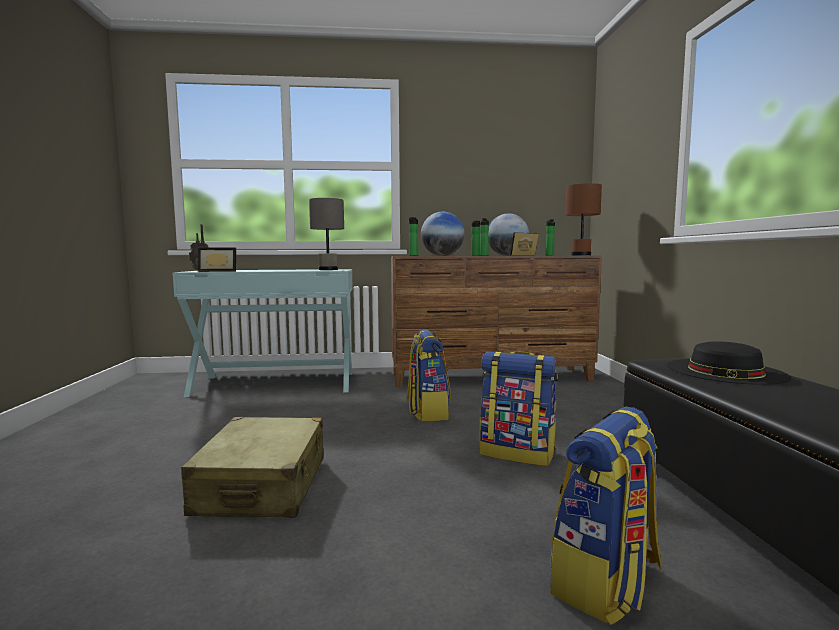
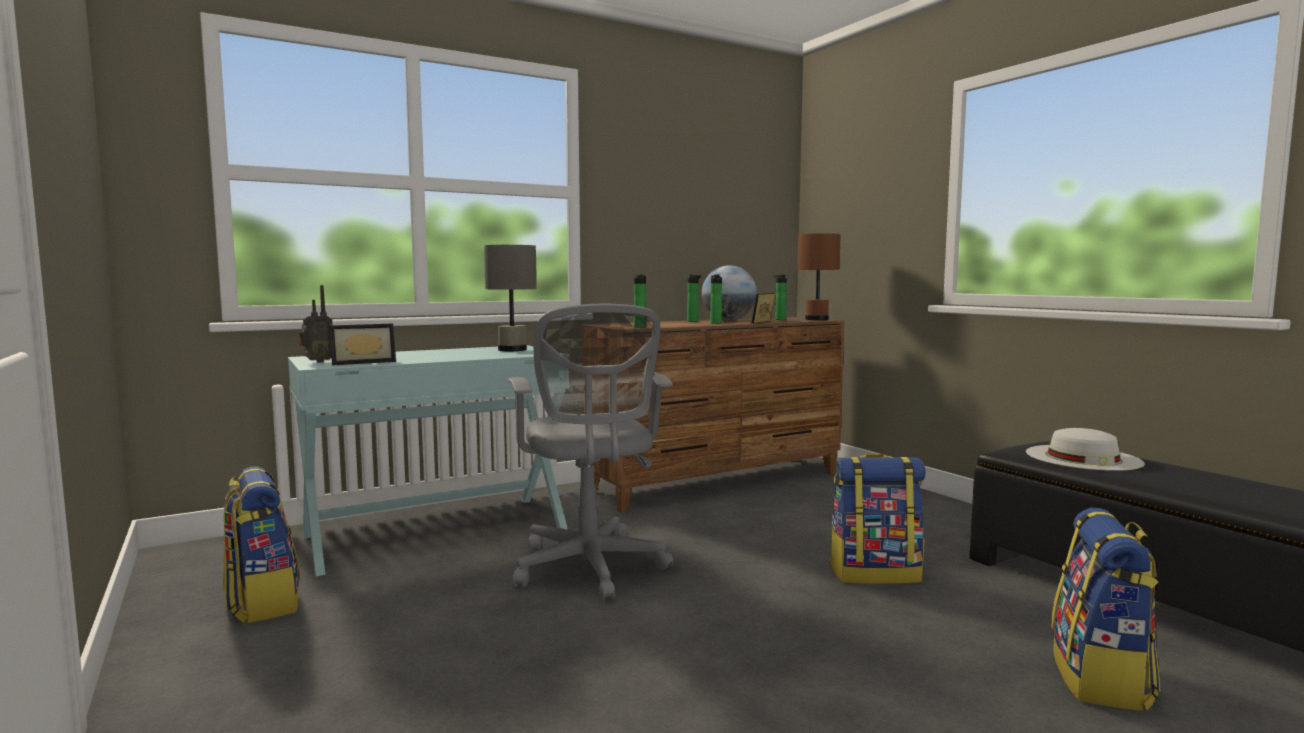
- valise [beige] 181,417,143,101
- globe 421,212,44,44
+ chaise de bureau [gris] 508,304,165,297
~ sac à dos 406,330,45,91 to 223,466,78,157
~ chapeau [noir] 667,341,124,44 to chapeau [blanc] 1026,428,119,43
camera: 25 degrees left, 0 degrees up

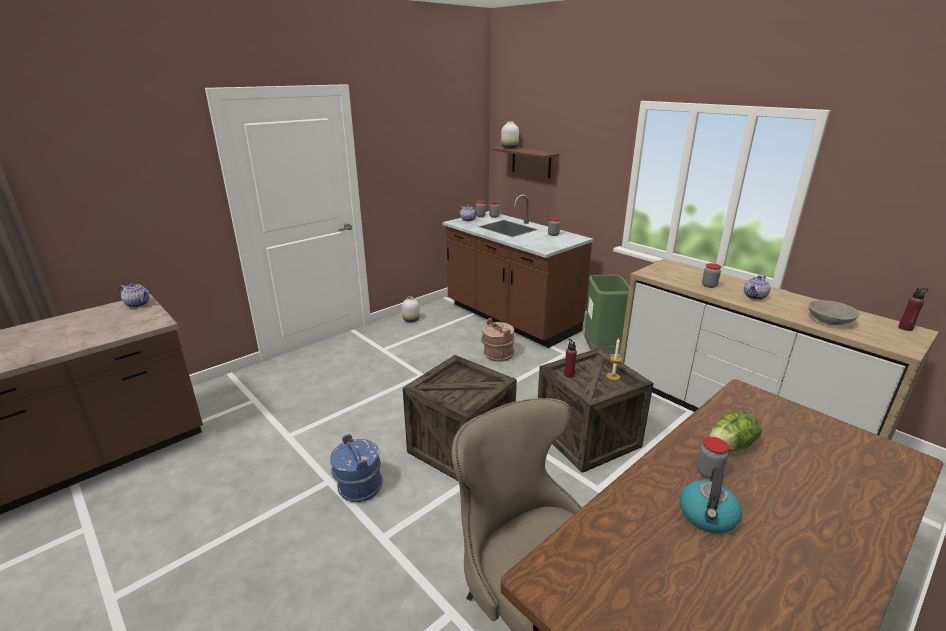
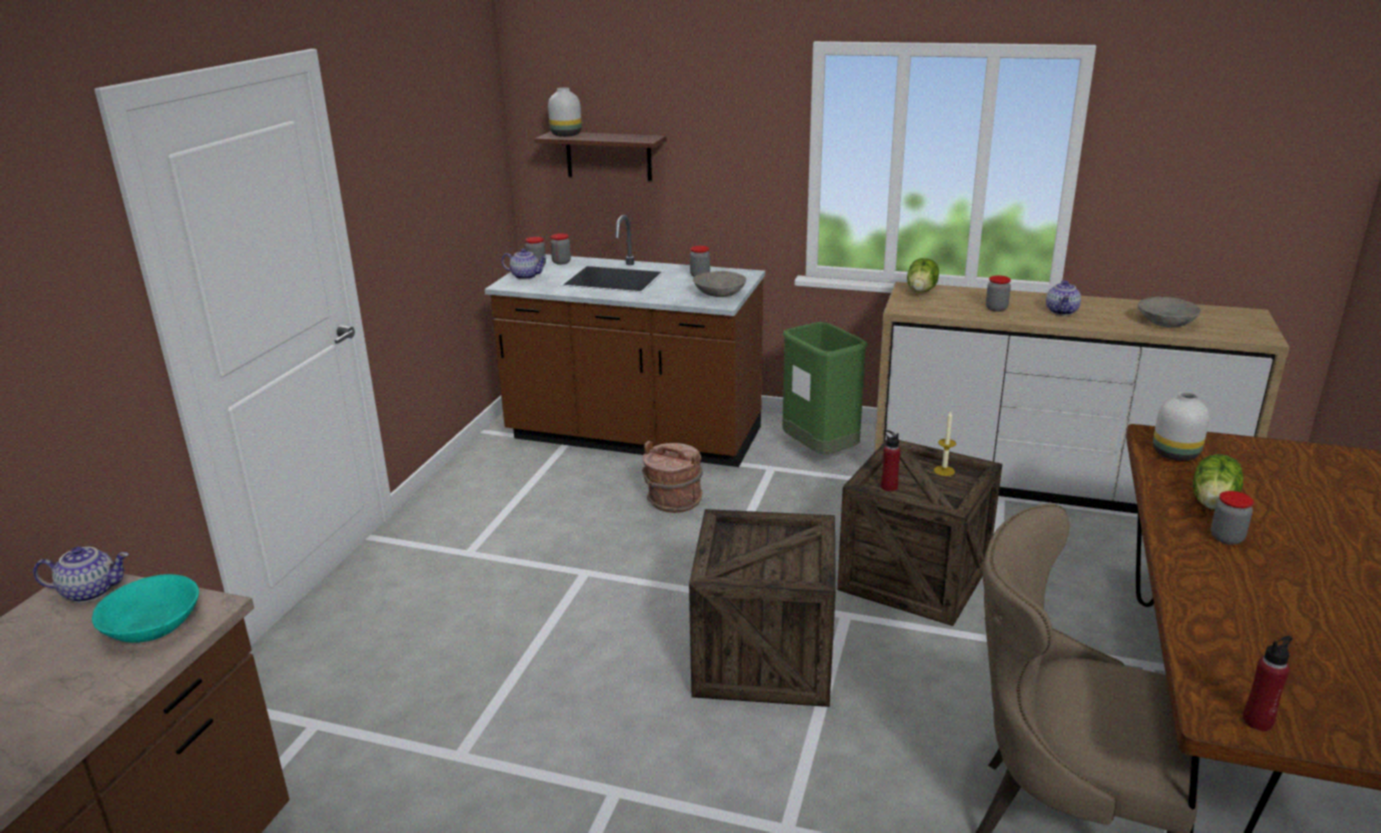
- seau [bleu] 330,434,53,68
- bouilloire 680,468,62,66
+ bol [turquoise] 92,574,107,69
+ bol [gris] 693,271,53,26
+ laitue 907,258,32,35
~ vase [blanc] 402,297,18,25 to 1153,392,57,69
~ bouteille [rouge] 898,288,31,43 to 1243,636,49,95
camera: 30 degrees left, 0 degrees up

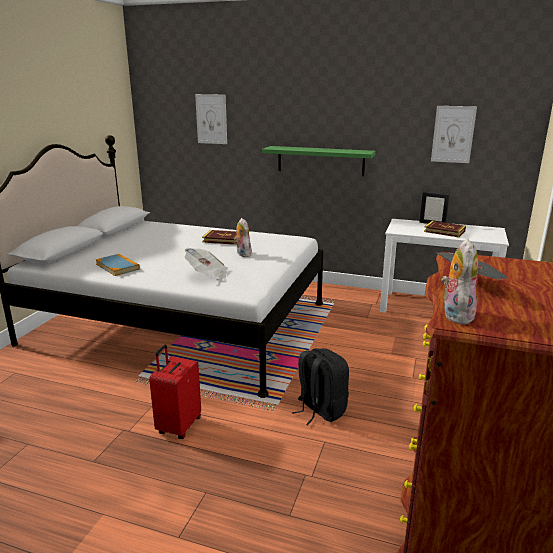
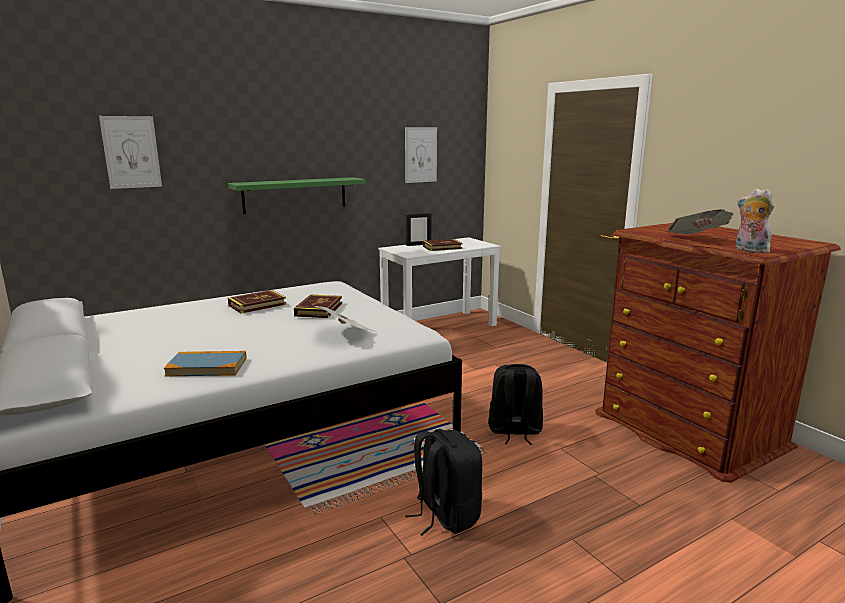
~ valise [rouge] 149,345,52,94 to sac à dos [noir] 405,429,77,107
~ peluche 235,218,17,39 to livre 294,295,48,23
camera: 50 degrees left, 5 degrees down

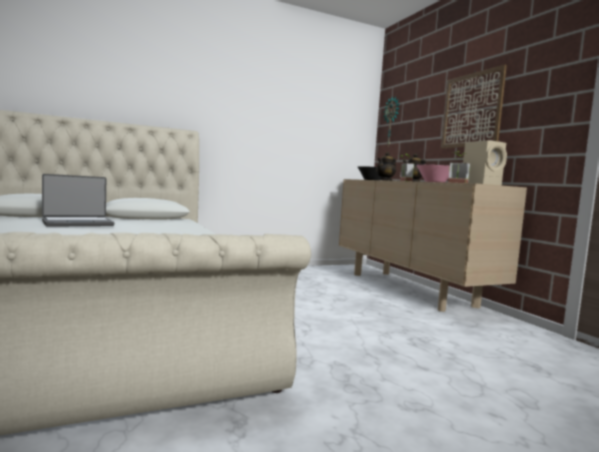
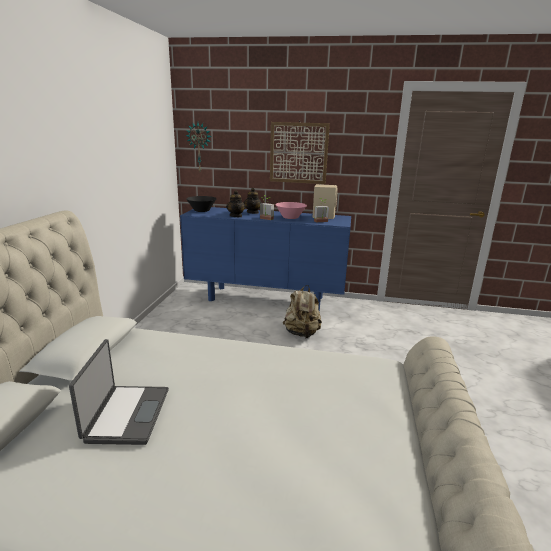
+ sac à dos [beige] 283,285,39,53
~ commode [beige] 339,179,188,133 to commode [bleu] 180,207,171,105
camera: 55 degrees left, 15 degrees up

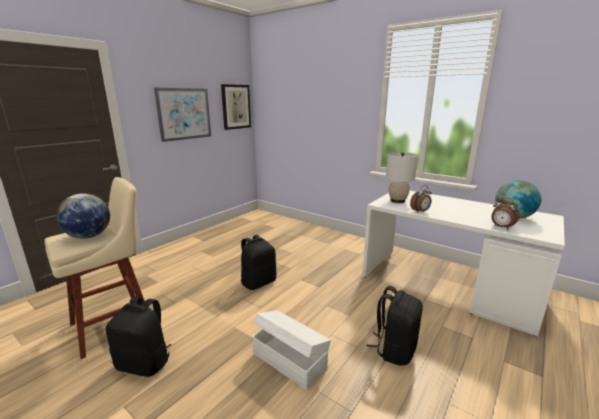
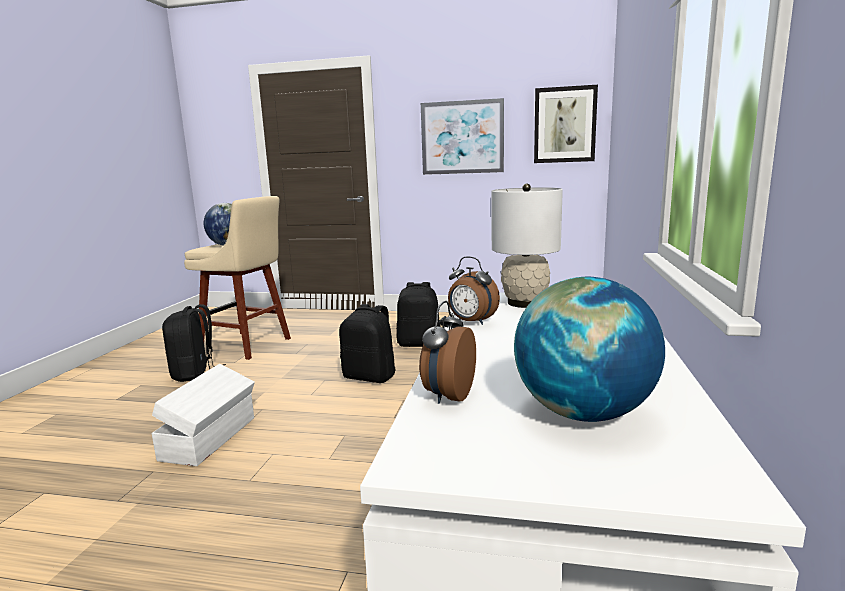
~ sac à dos [noir] 366,286,57,79 to 396,282,45,65
camera: 65 degrees right, 5 degrees down

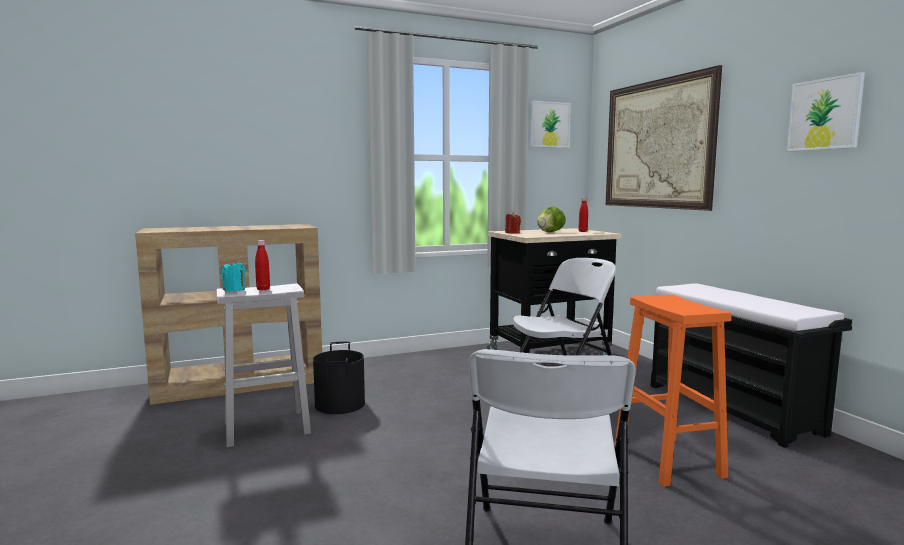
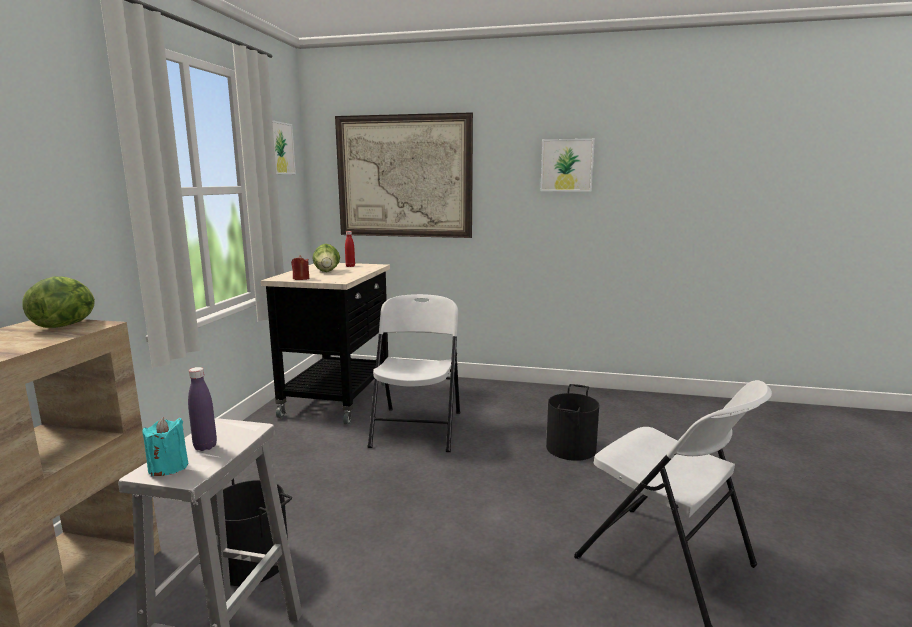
- banc [noir] 651,283,201,165
+ laitue 23,276,72,52
~ tabouret [orange] 615,295,117,192 to seau [noir] 546,384,53,77
~ bouteille [rouge] 255,240,15,50 to bouteille [violet] 188,367,29,84
camera: 55 degrees left, 5 degrees up

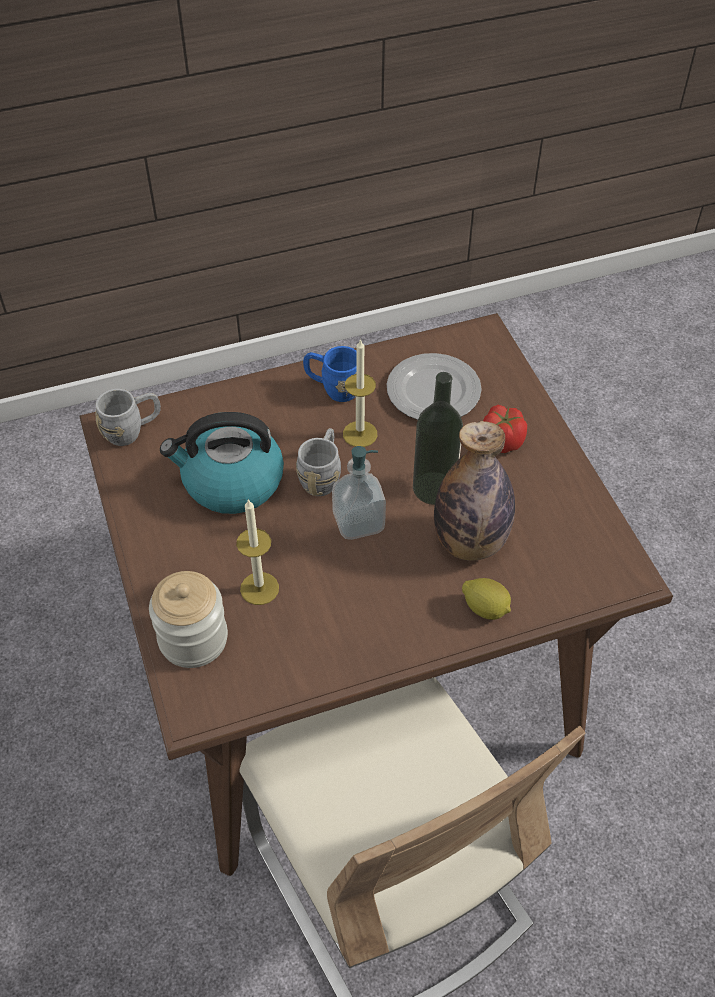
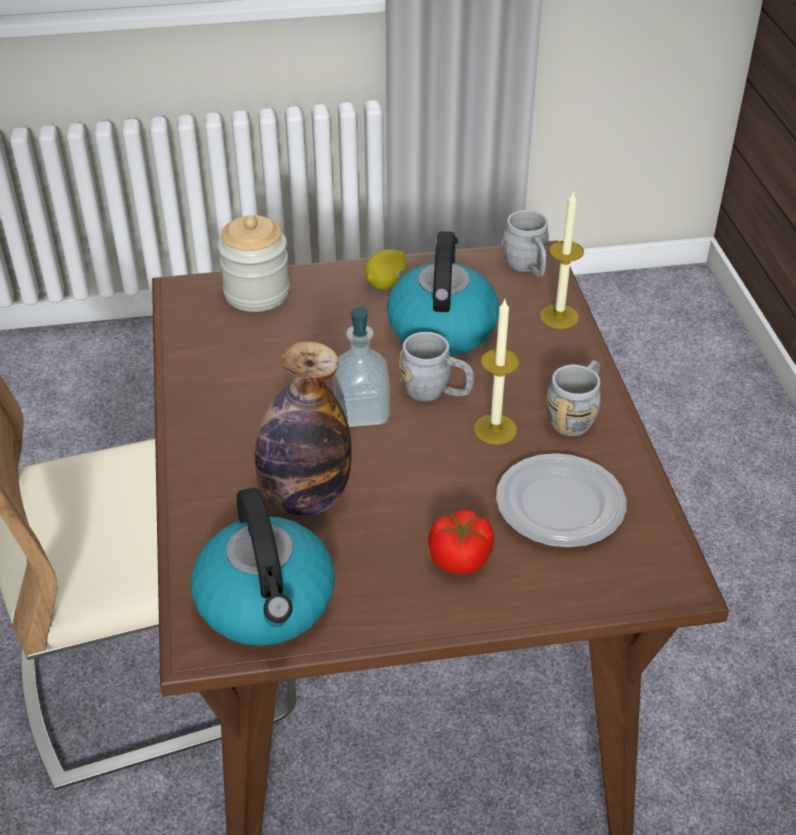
- bouteille 413,372,50,133
+ bouilloire 191,488,144,158
~ bougie 236,499,43,106 to 540,190,44,139
~ citron 462,578,49,42 to 365,249,41,41
~ mug [bleu] 303,346,53,56 to mug [gris] 546,360,55,76
camera: 100 degrees right, 10 degrees down

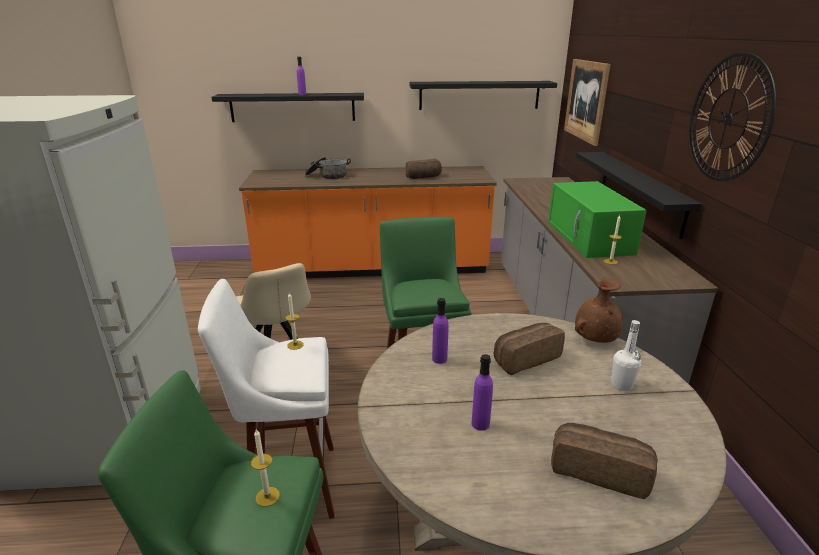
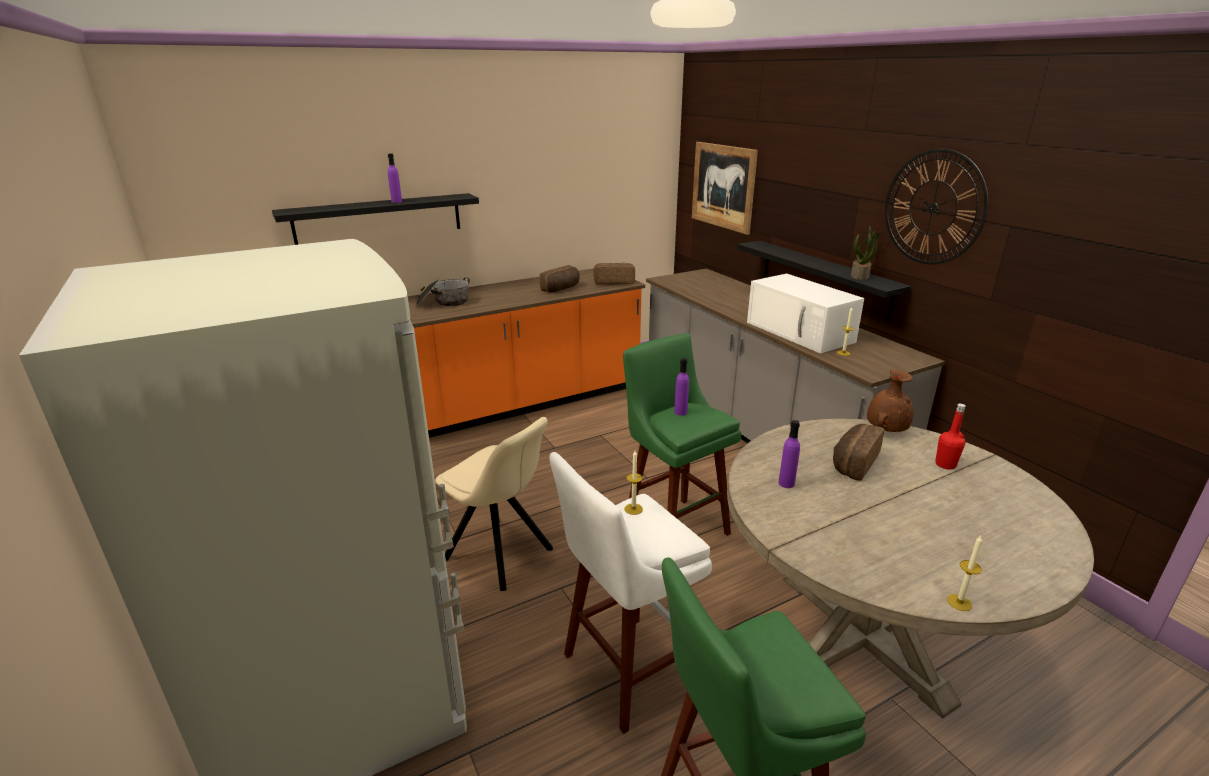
- étagère [noir] 410,81,147,29
+ plante en pot 851,226,32,54
~ bougie 251,429,29,78 to 947,536,35,75
~ bouteille [violet] 471,354,22,77 to 674,358,15,58
~ pain 551,423,107,76 to 593,263,42,22
~ micro-ondes [vert] 548,181,99,77 to micro-ondes [blanc] 747,273,117,80
~ bouteille [blanc] 611,320,31,71 to bouteille [rouge] 935,403,31,67
camera: 25 degrees left, 0 degrees up

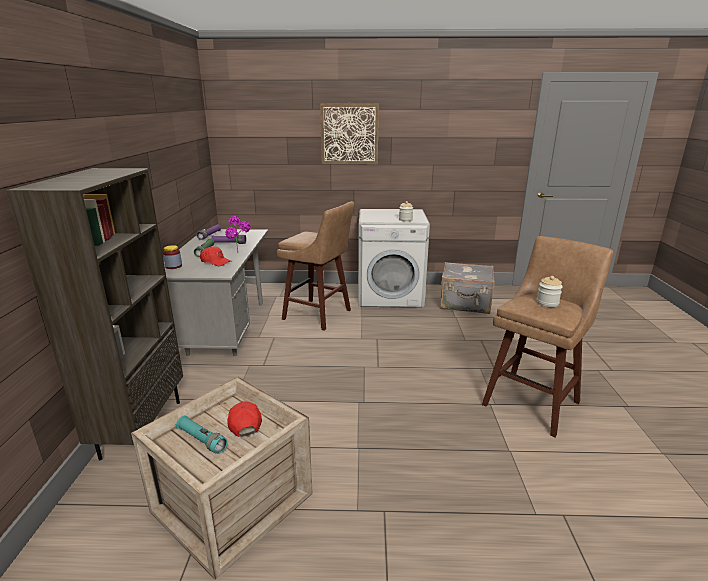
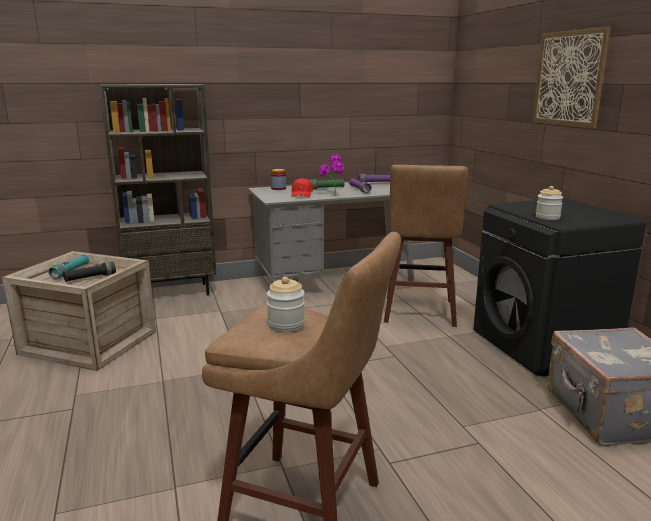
~ casquette [rouge] 228,401,34,36 to lampe de poche [noir] 63,262,53,20
~ lave-linge [blanc] 358,209,72,99 to lave-linge [noir] 473,198,173,179
camera: 70 degrees right, 5 degrees down

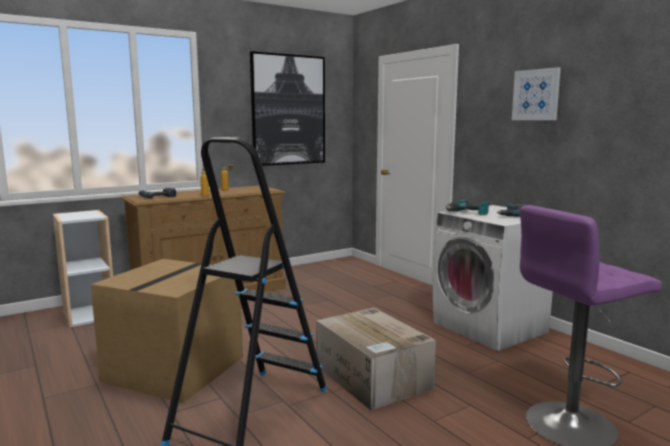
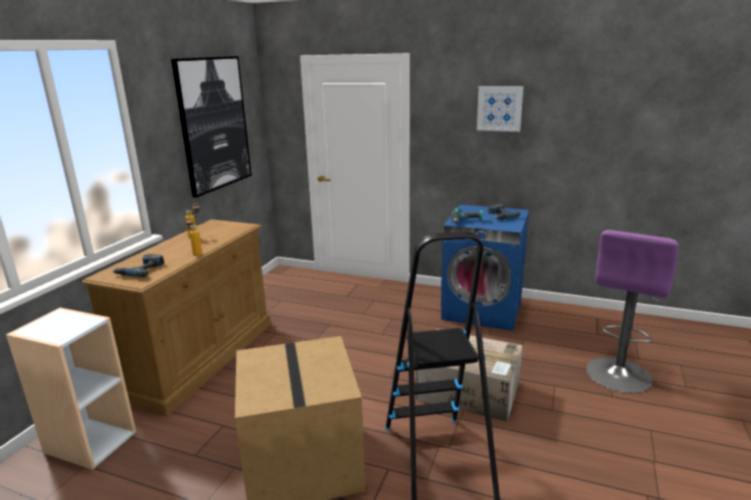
~ lave-linge [blanc] 433,205,120,146 to lave-linge [bleu] 441,204,88,127
camera: 35 degrees left, 10 degrees up

